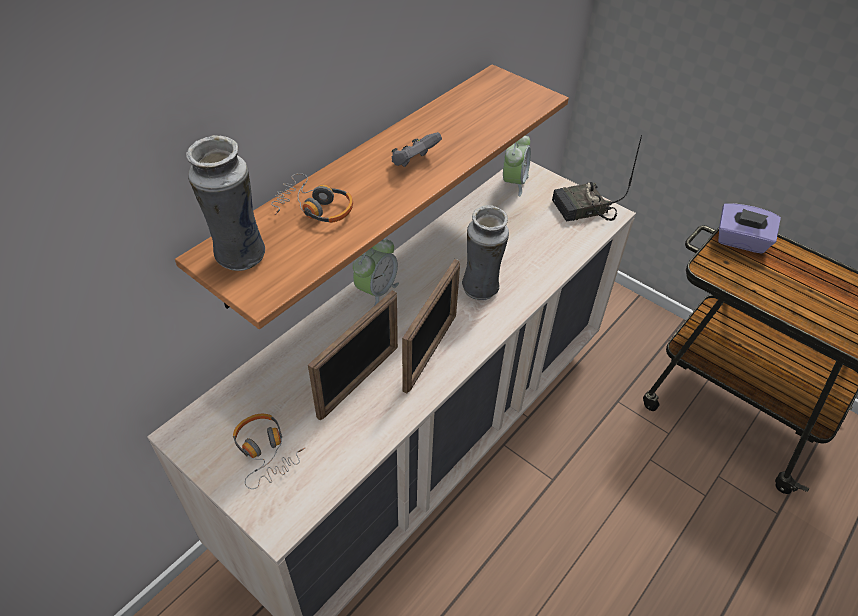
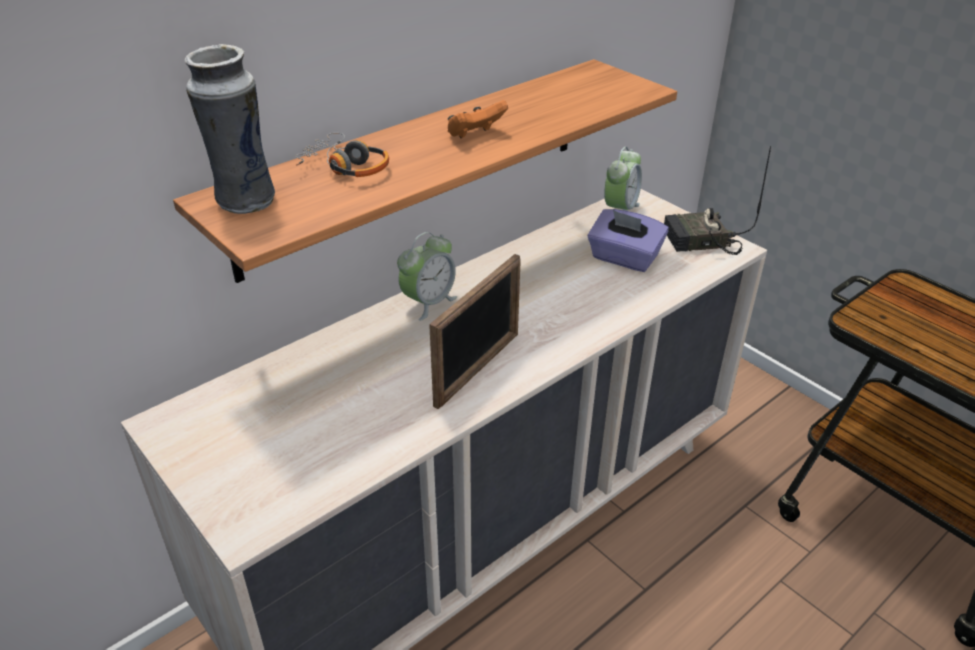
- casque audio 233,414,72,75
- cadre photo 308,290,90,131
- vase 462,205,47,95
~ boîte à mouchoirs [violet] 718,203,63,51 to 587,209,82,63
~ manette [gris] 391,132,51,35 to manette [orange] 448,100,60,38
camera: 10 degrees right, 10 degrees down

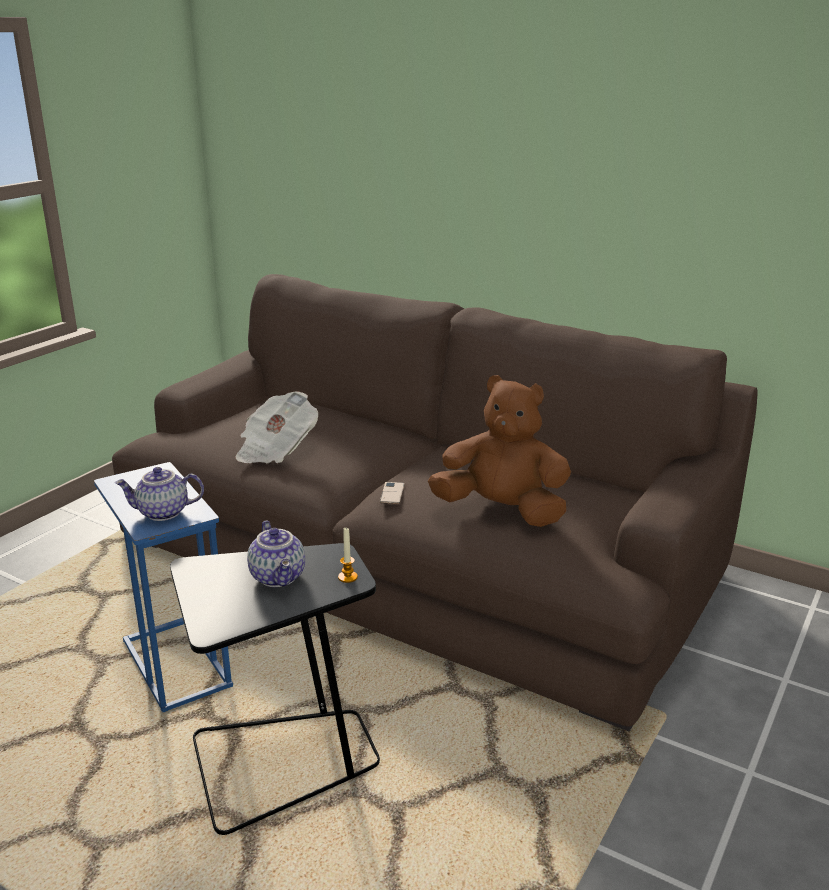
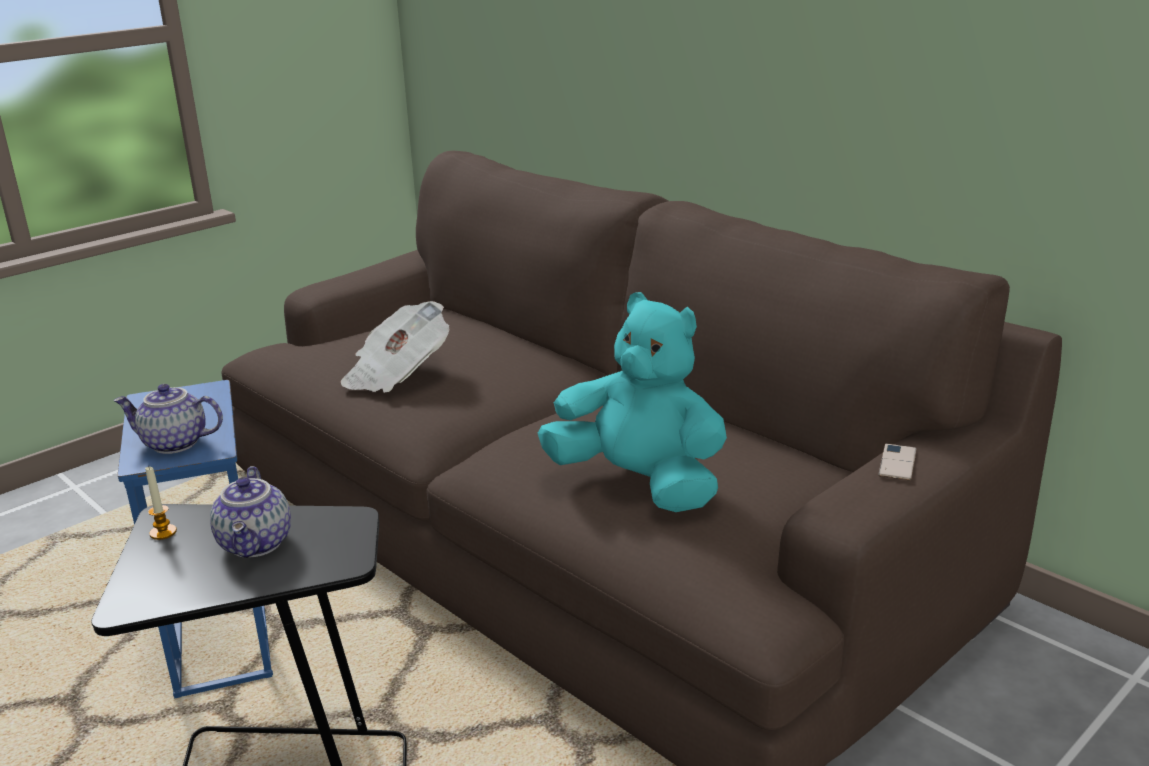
~ bougie 338,528,20,55 to 145,465,32,75
~ téléphone 380,482,25,22 to 878,444,38,36
~ peluche [marron] 428,375,143,152 to peluche [turquoise] 538,292,189,220
camera: 15 degrees right, 0 degrees up

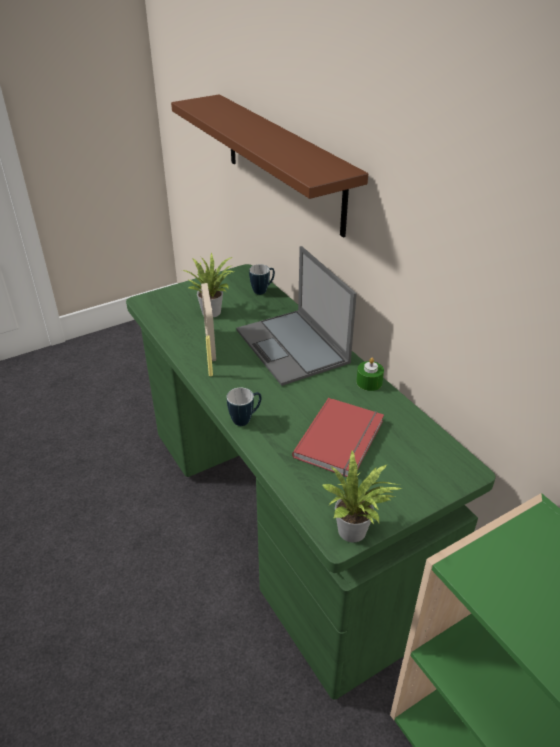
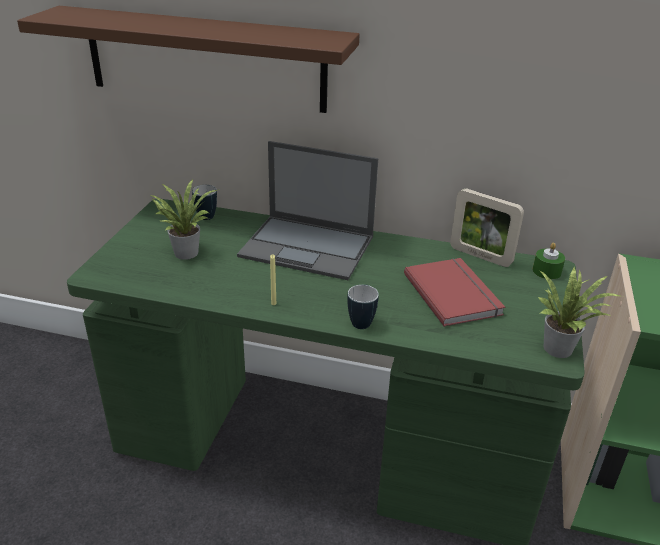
~ cadre photo 201,283,15,78 to 450,188,74,79
~ bougie [vert] 356,358,28,33 to 532,243,33,37
camera: 45 degrees left, 5 degrees down

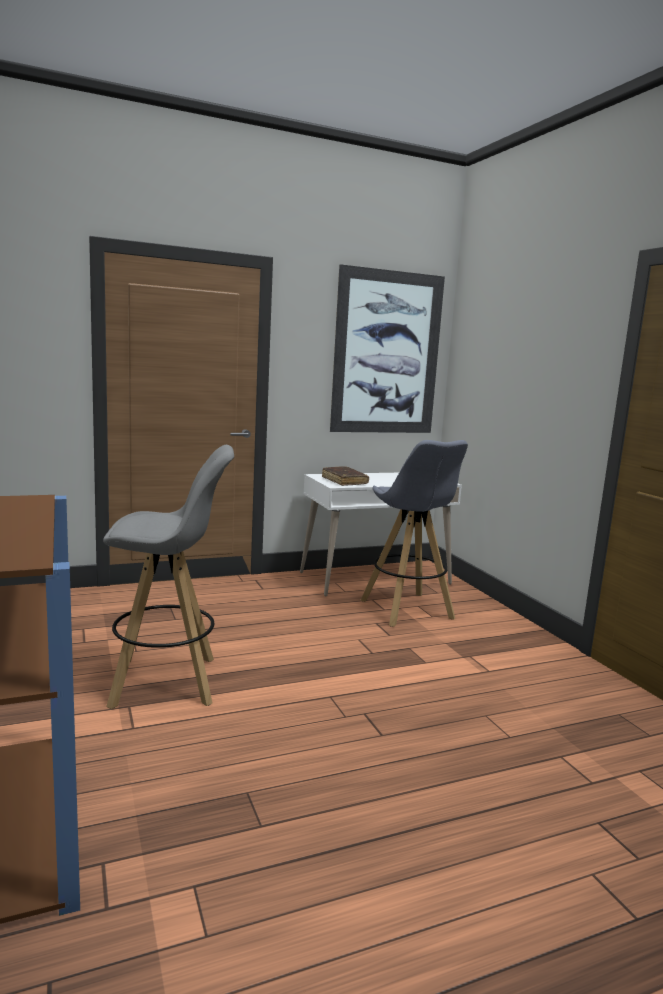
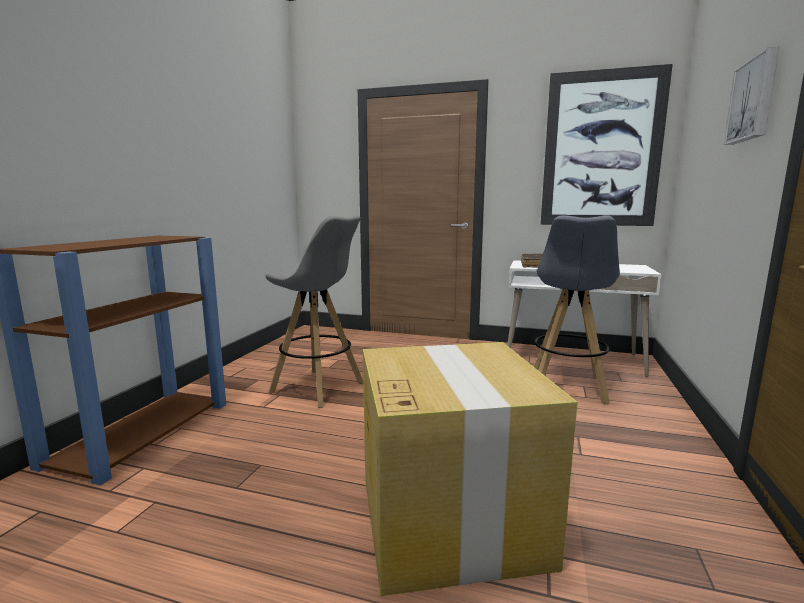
+ carton 363,342,215,254
+ tableau 723,47,57,98
camera: 40 degrees right, 0 degrees up

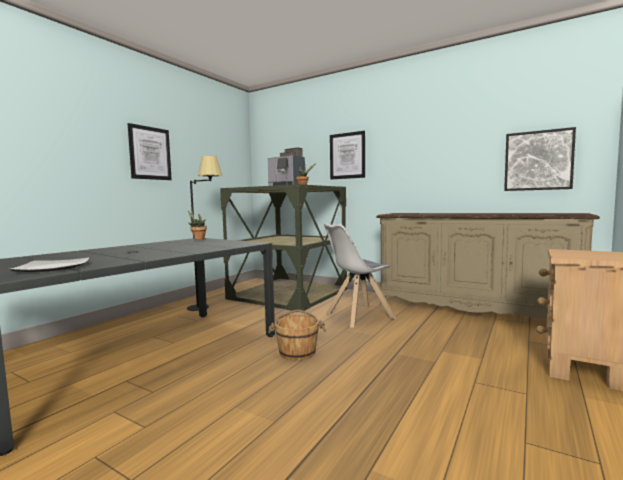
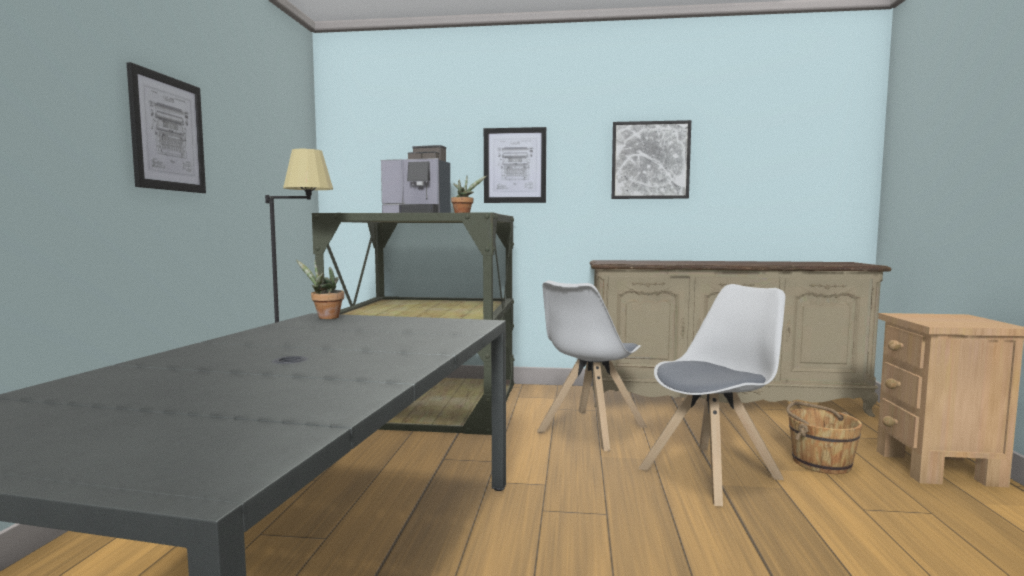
- assiette 9,258,81,14
+ chaise 639,284,146,222
~ seau [marron] 268,310,58,50 to 786,401,76,73
~ tableau 504,127,72,64 to 612,120,79,79
camera: 25 degrees left, 0 degrees up

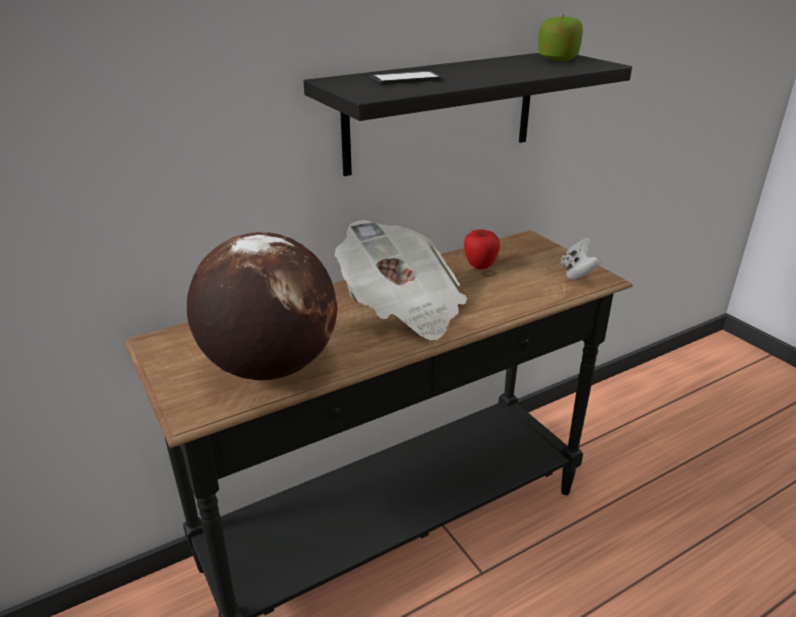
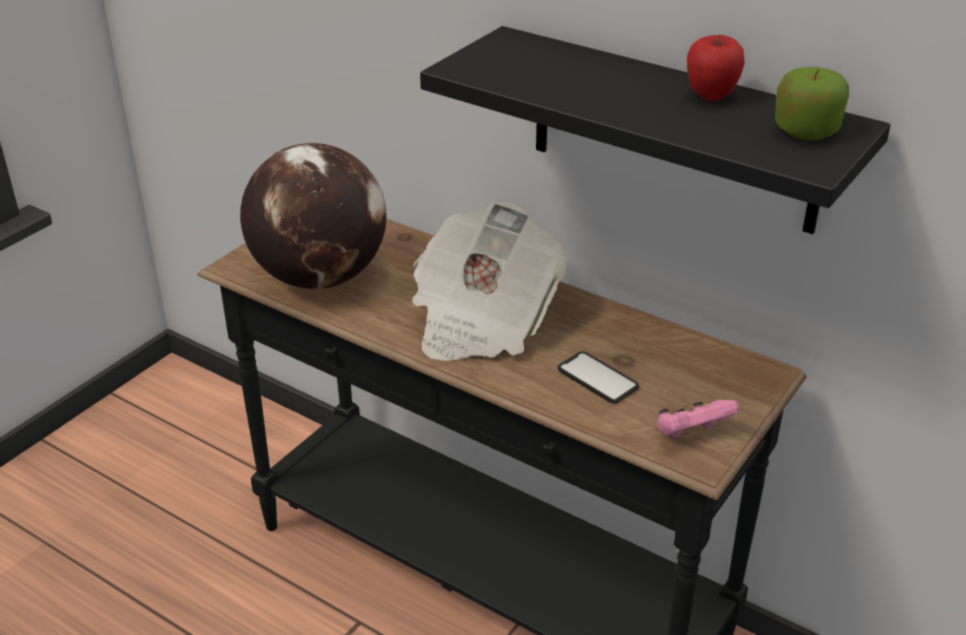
~ téléphone 370,71,72,13 to 557,351,82,52
~ pomme 464,229,36,40 to 687,35,58,66
~ manette [blanc] 561,238,40,42 to manette [rose] 656,400,83,39
camera: 65 degrees right, 5 degrees up

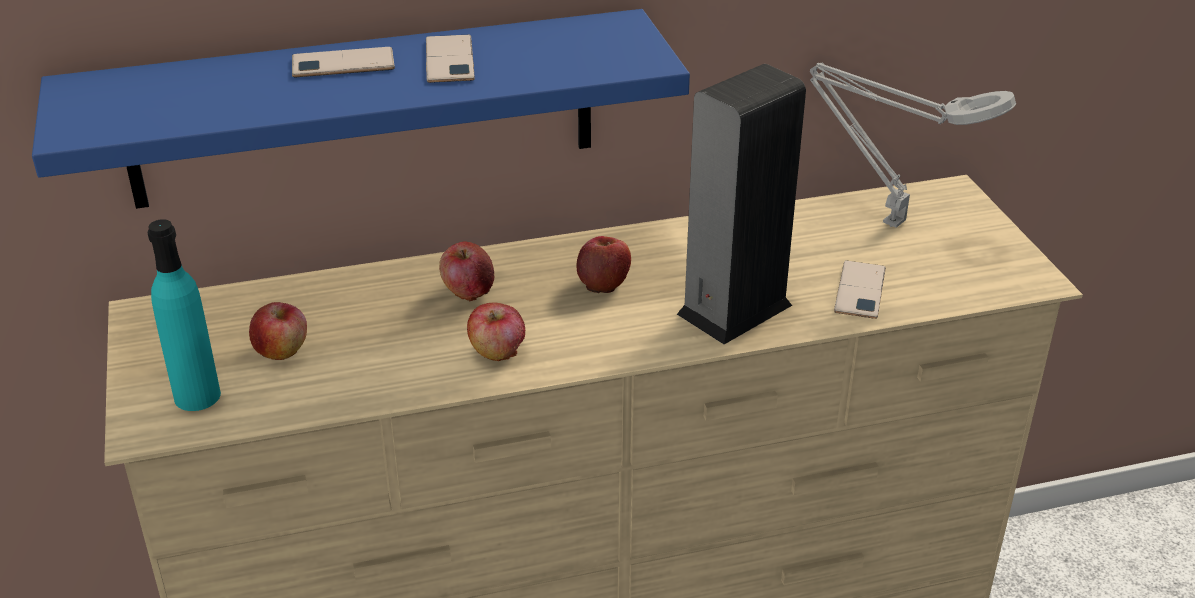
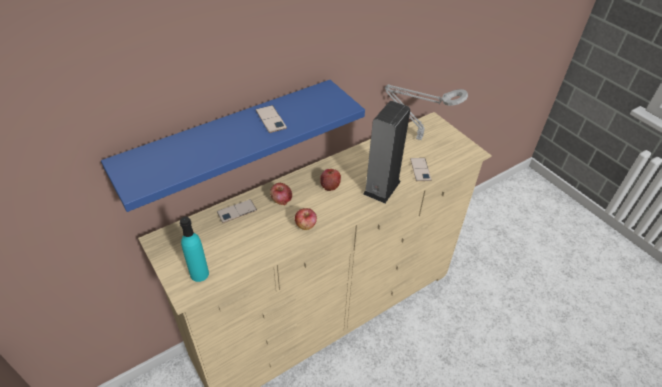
- pomme 249,302,58,58
~ téléphone 292,47,103,30 to 217,199,40,24
camera: 20 degrees left, 10 degrees up

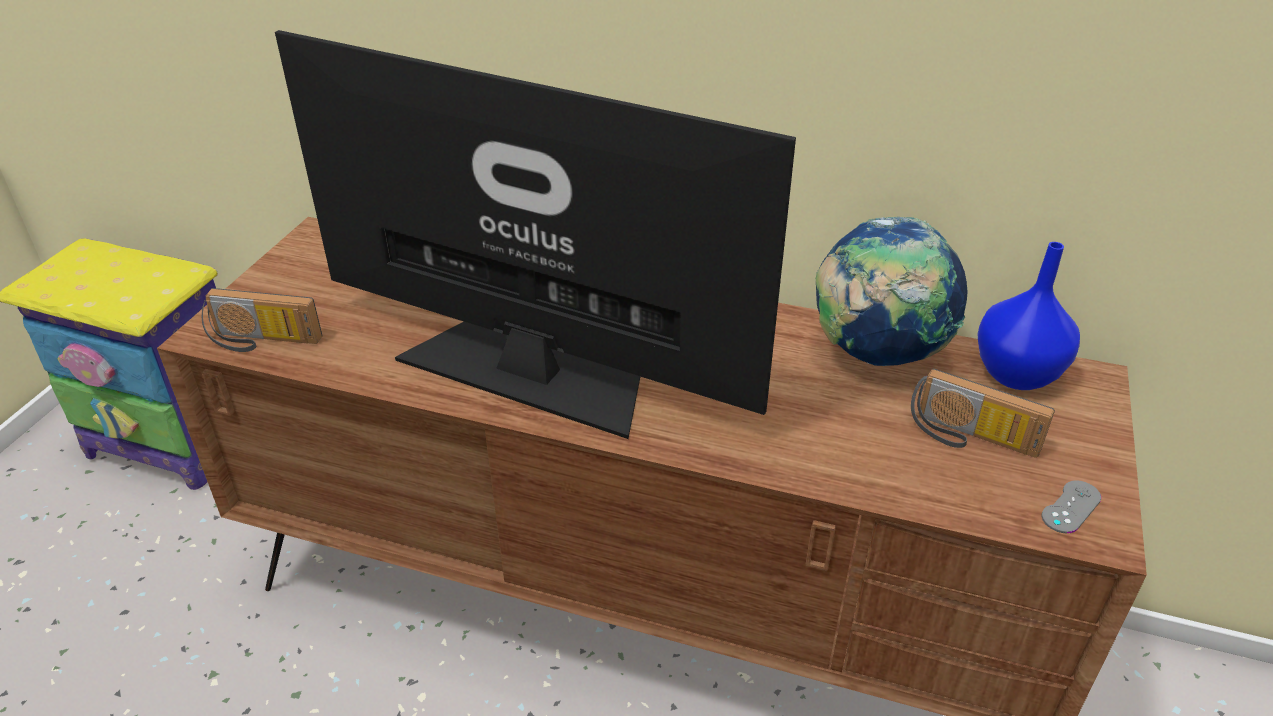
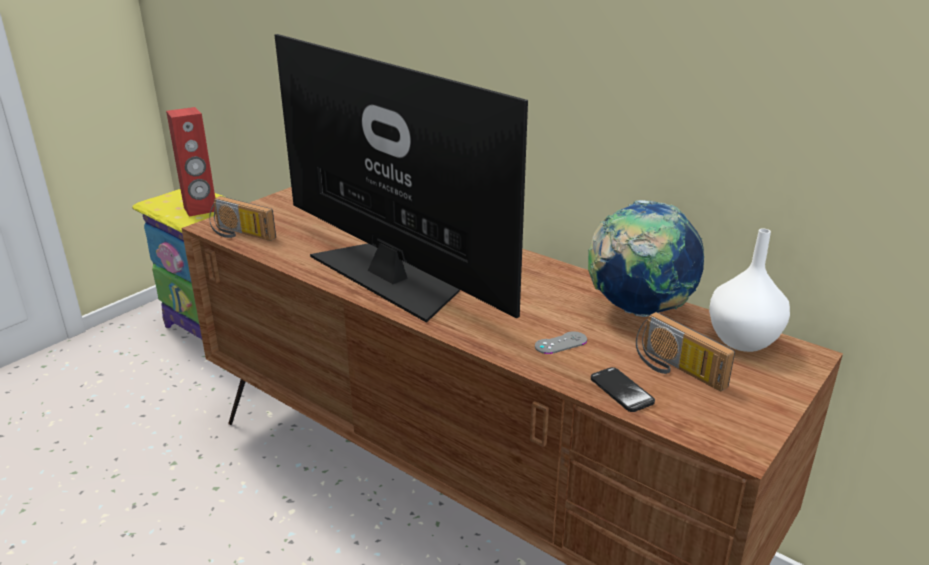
+ enceinte [rouge] 166,107,49,110
+ téléphone 591,367,64,45
~ manette [gris] 1042,480,59,53 to 535,331,52,23
~ vase [bleu] 977,242,103,148 to vase [blanc] 709,228,81,124
camera: 20 degrees right, 10 degrees down

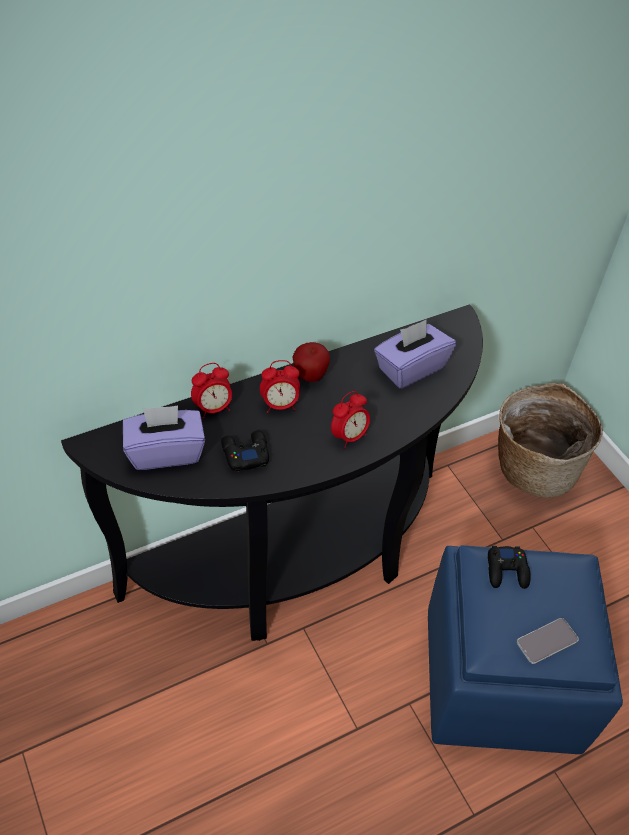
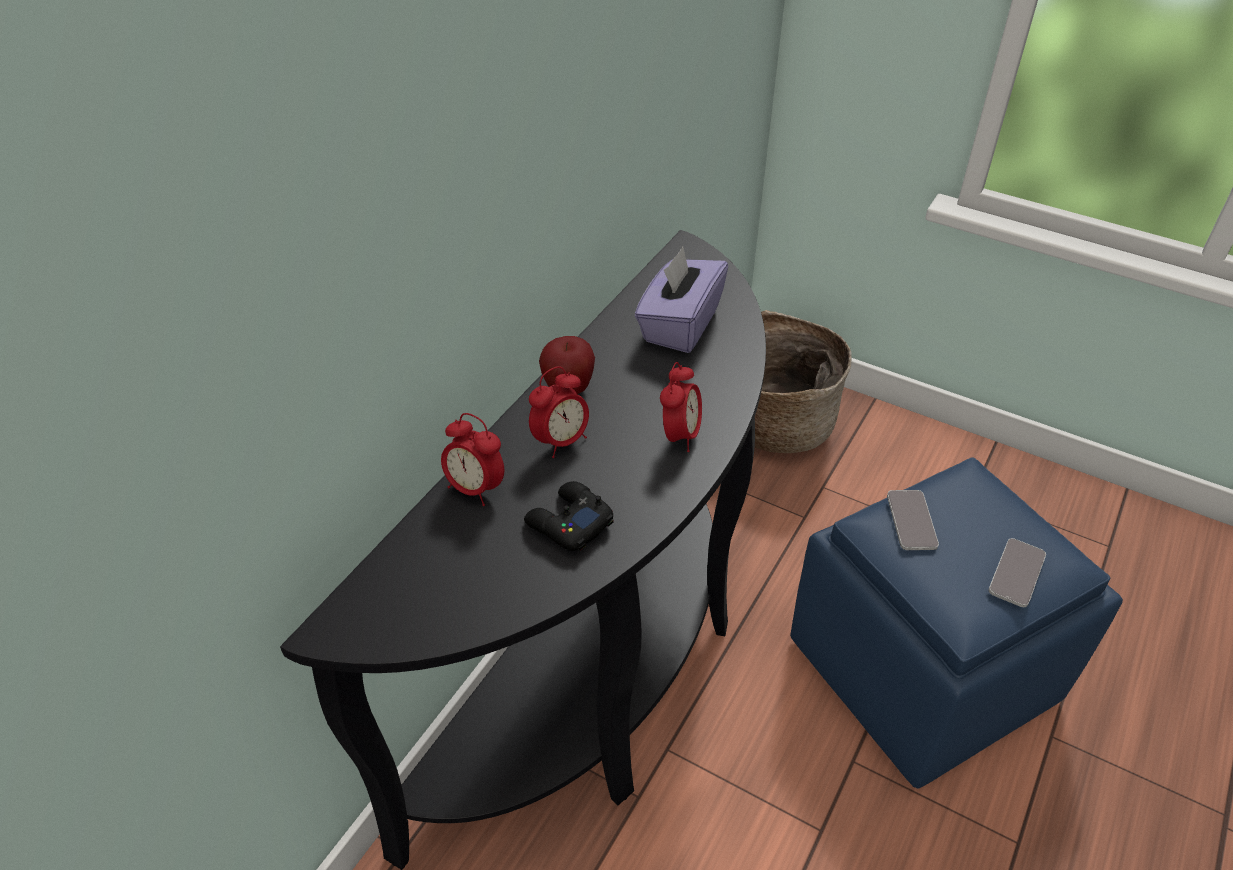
- boîte à mouchoirs [violet] 123,405,82,65
~ manette [noir] 488,546,43,43 to téléphone 887,490,52,60
~ réveil 191,363,41,56 = 441,413,63,93 90 degrees clockwise
camera: 30 degrees left, 5 degrees down

